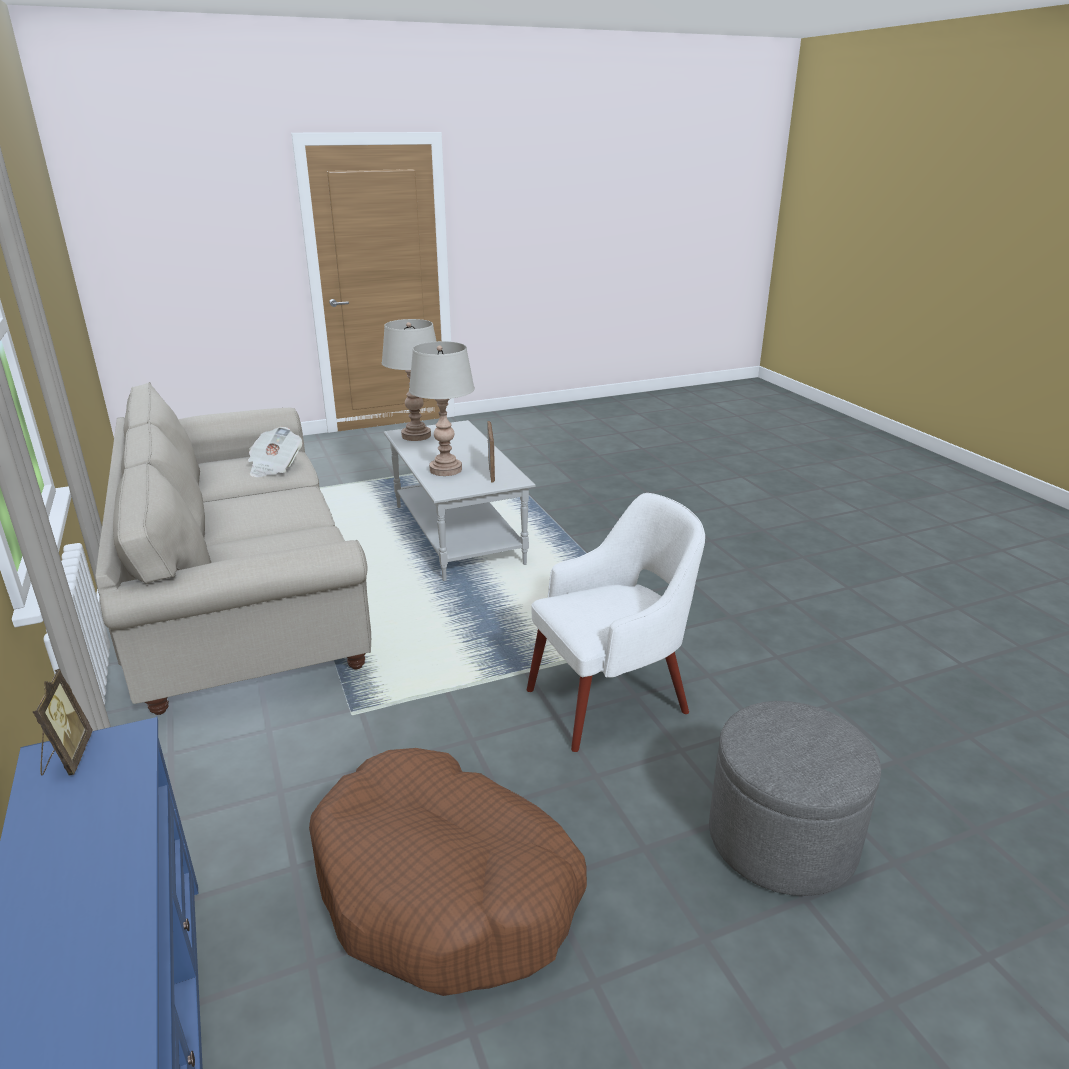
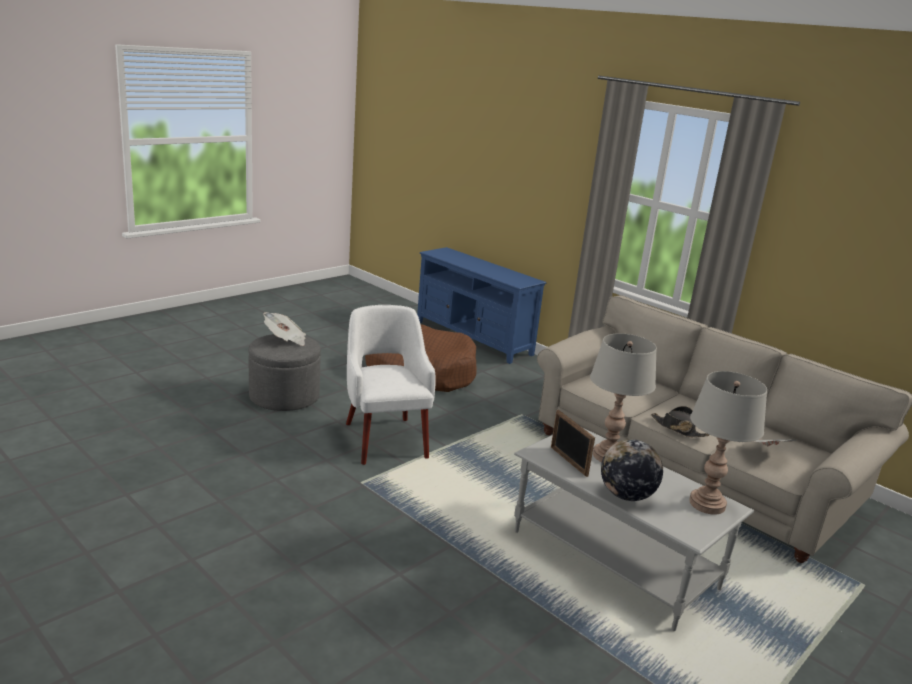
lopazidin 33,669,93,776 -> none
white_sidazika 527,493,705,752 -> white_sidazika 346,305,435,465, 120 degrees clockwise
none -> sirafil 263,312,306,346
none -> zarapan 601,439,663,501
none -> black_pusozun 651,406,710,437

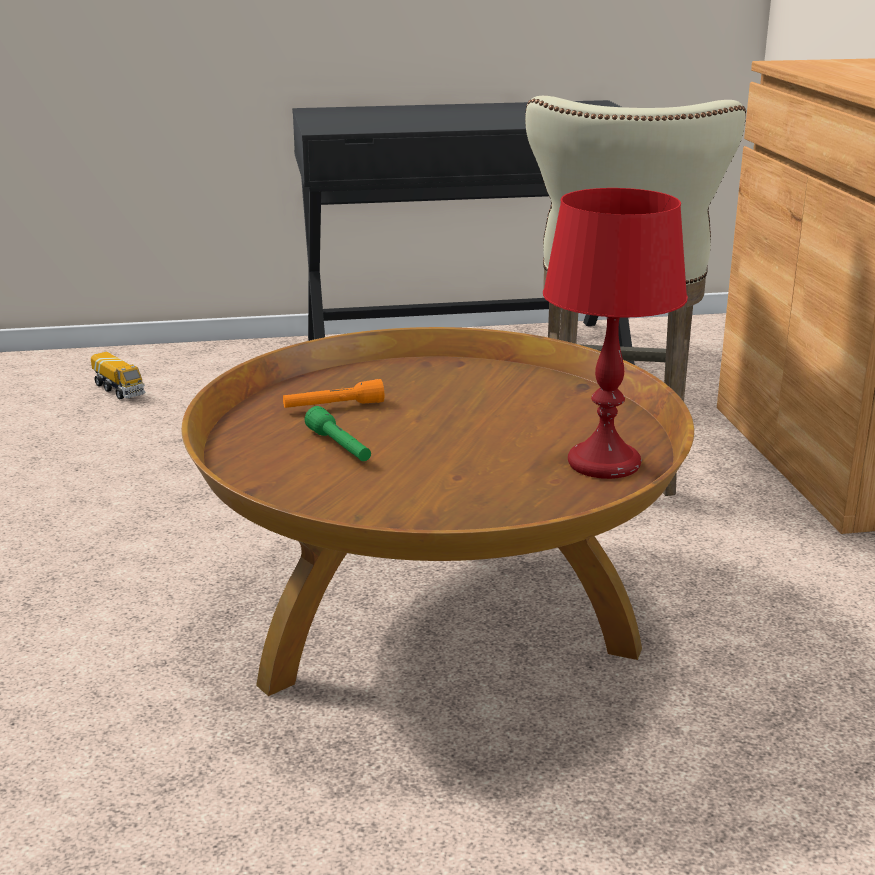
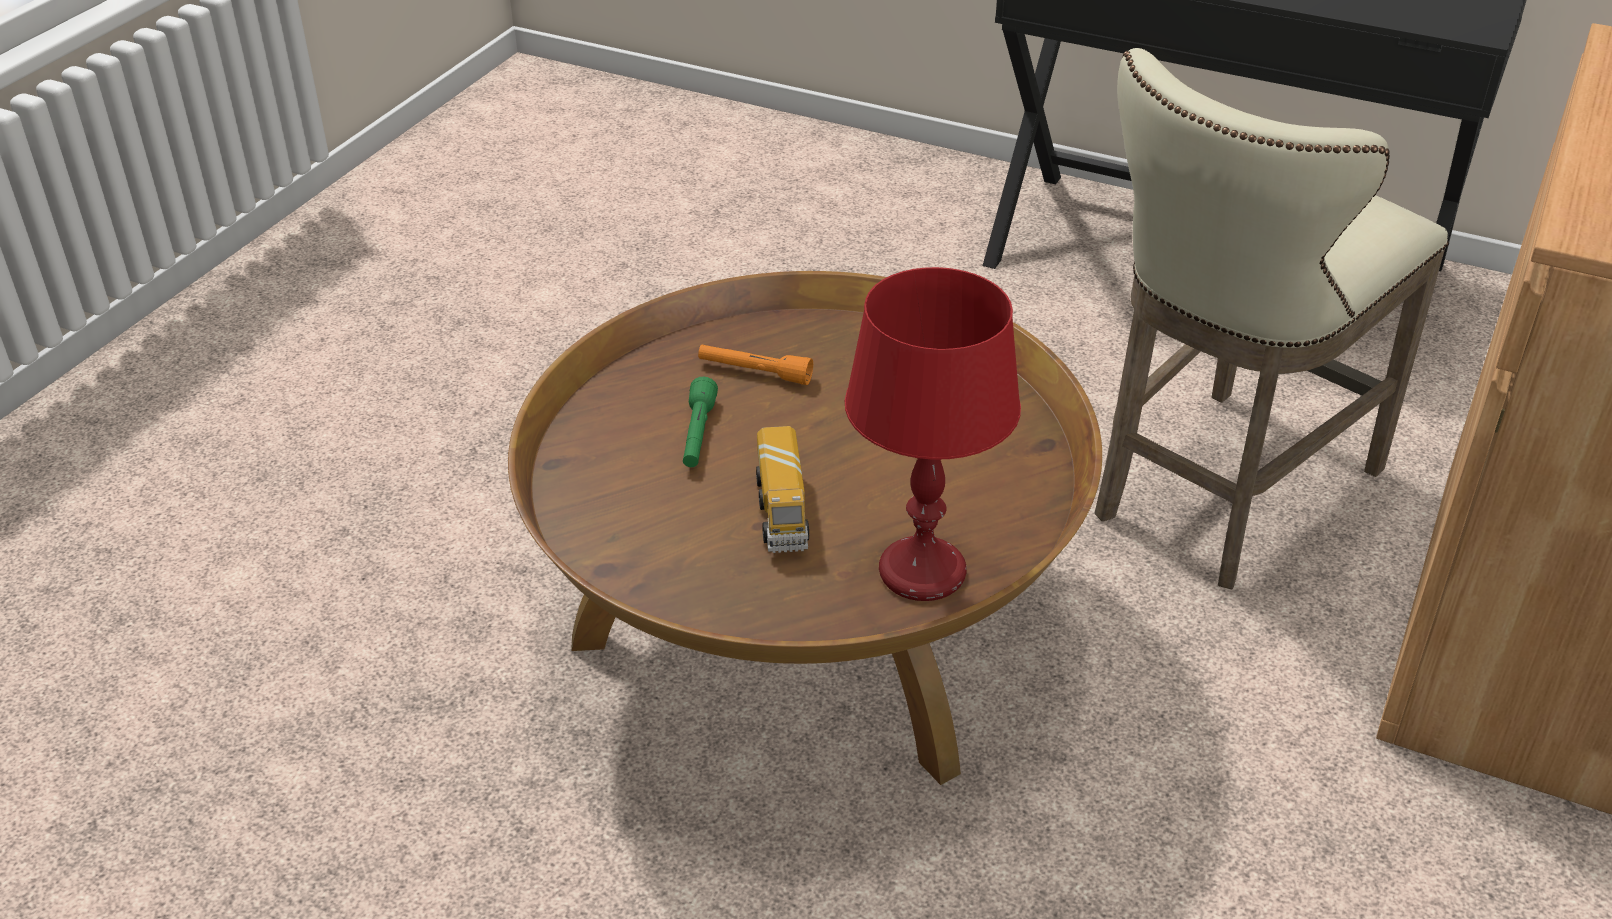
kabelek 91,352,145,399 -> kabelek 756,426,809,553, move

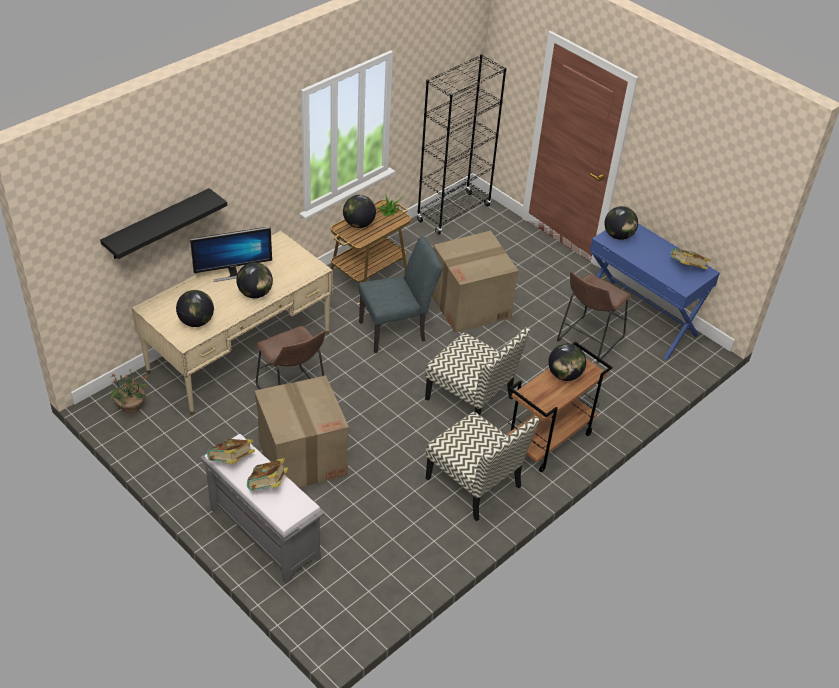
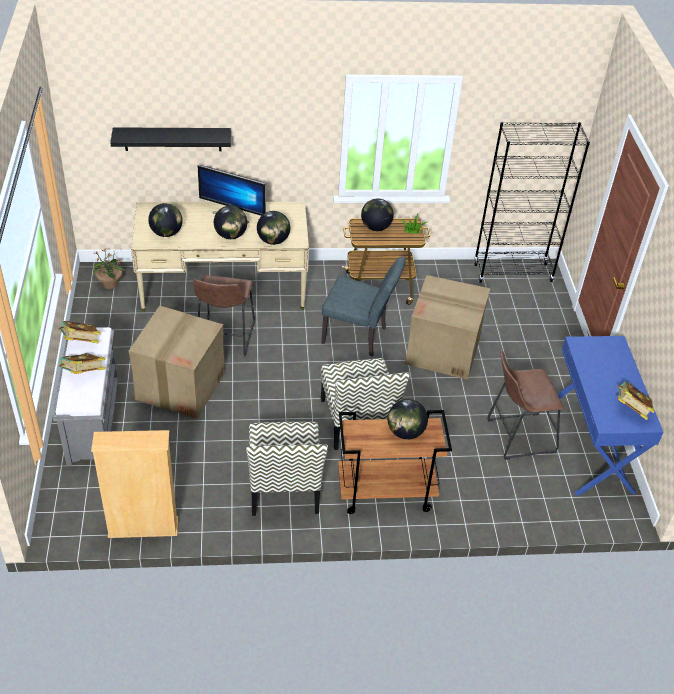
zarapan 605,206,638,240 -> zarapan 257,211,290,245, move
none -> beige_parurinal 91,430,178,538

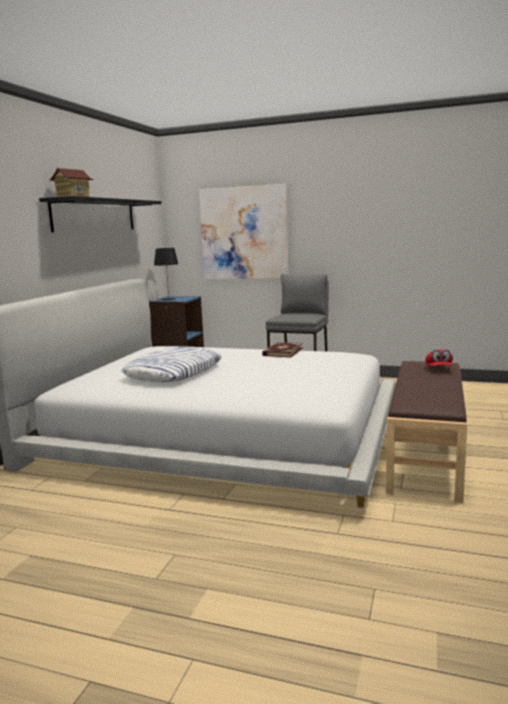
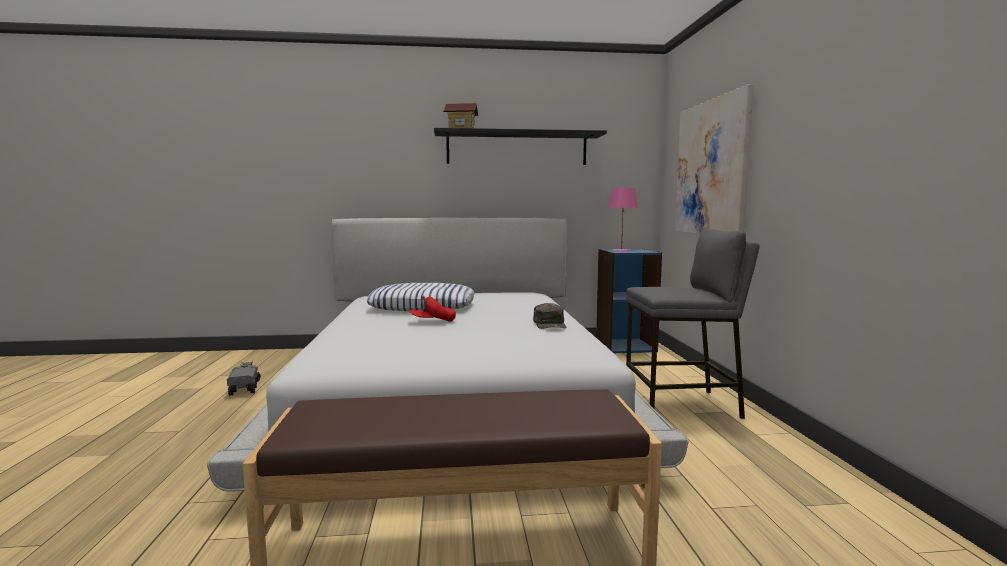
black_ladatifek 154,248,178,300 -> pink_ladatifek 608,188,638,251
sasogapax 262,342,303,358 -> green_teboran 533,303,566,329
red_teboran 425,349,453,366 -> red_teboran 409,295,456,322, move
none -> kabelek 227,362,261,396

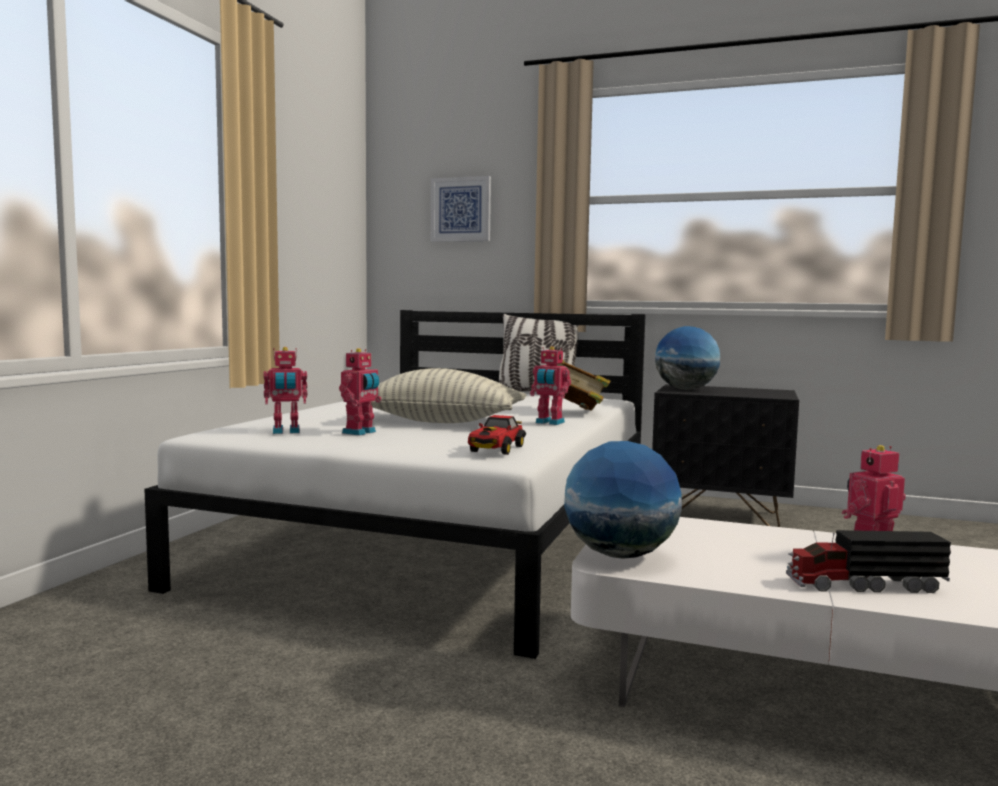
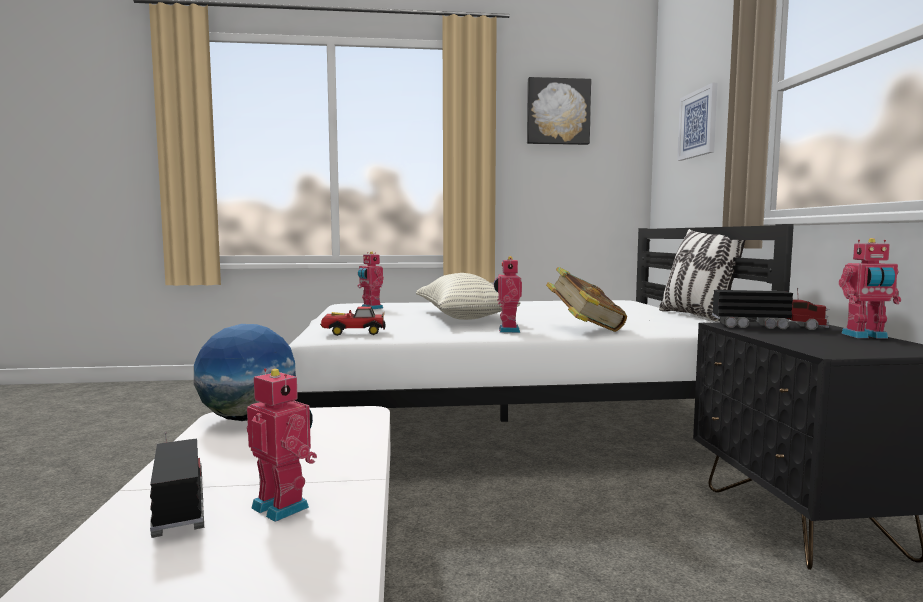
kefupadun 339,348,382,436 -> kefupadun 839,238,901,339, move
zarapan 655,326,720,390 -> kabelek 712,288,829,330
none -> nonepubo 527,77,591,145

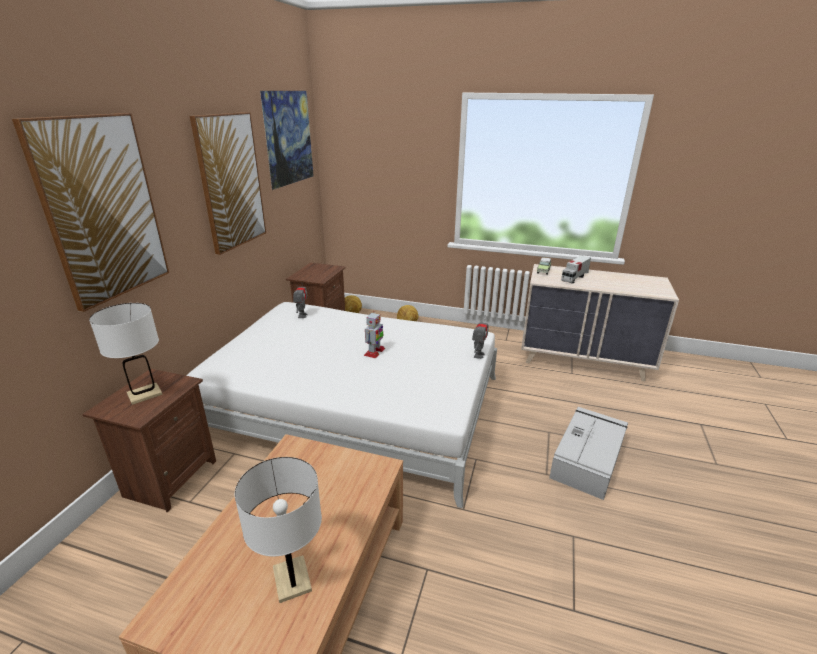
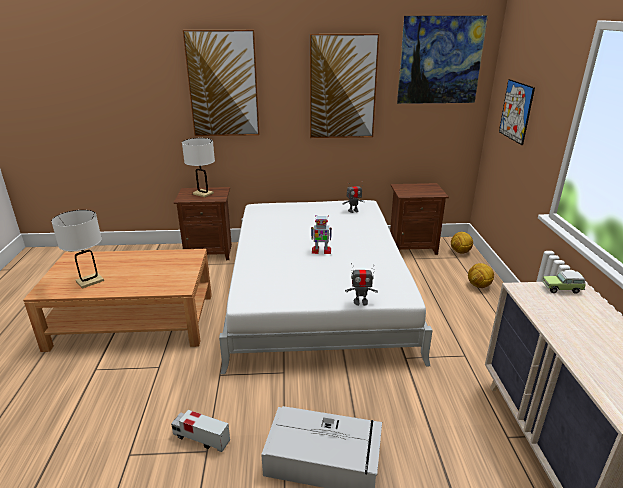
kabelek 561,255,591,284 -> kabelek 171,410,230,452, move
none -> nonepubo 499,79,535,145

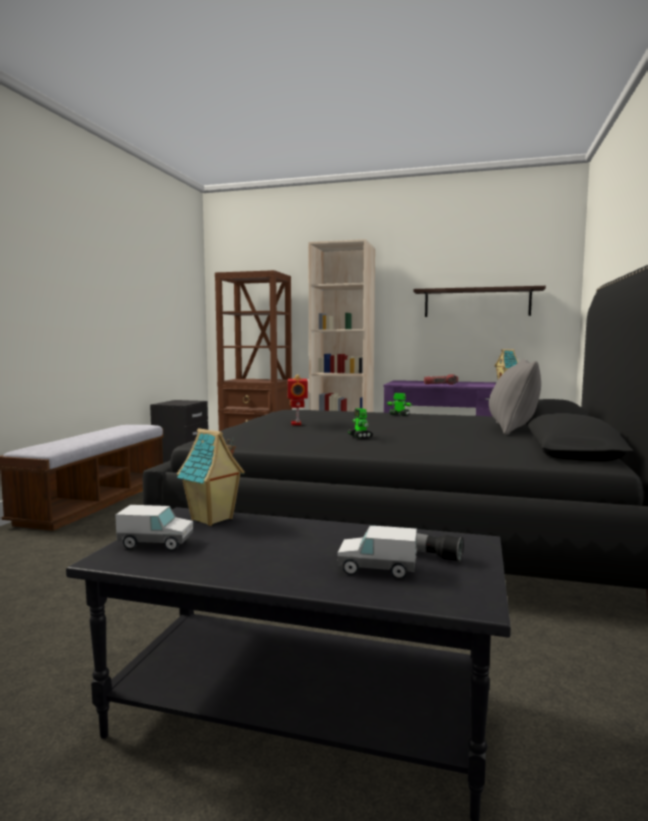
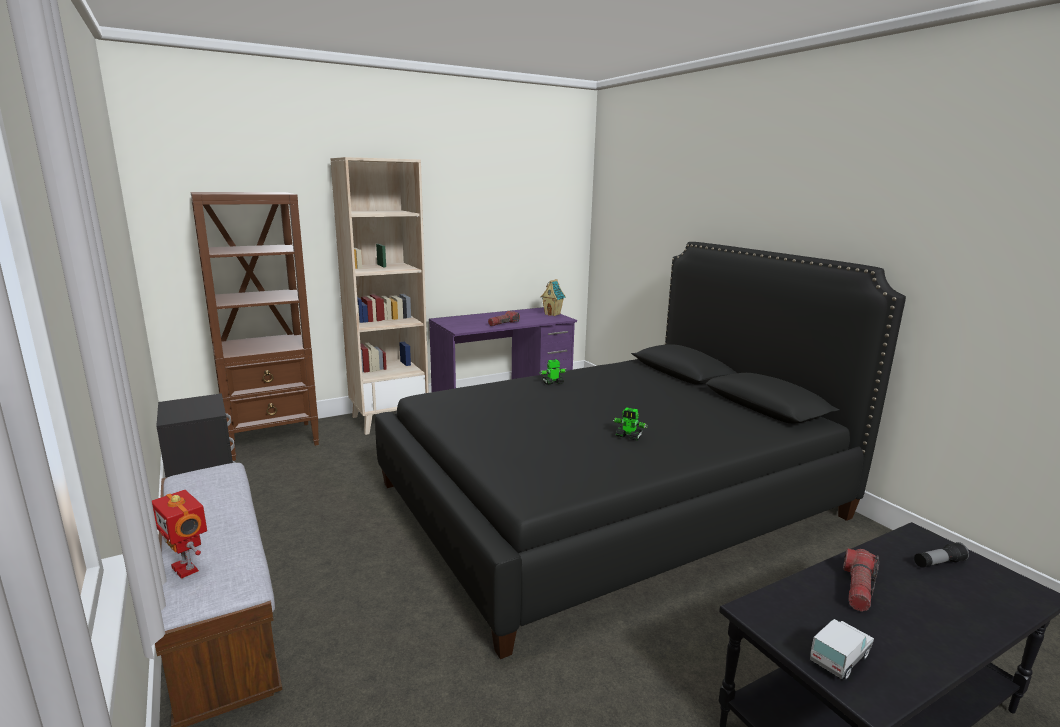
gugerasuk 177,428,245,526 -> none
kefupadun 287,374,308,425 -> kefupadun 152,490,207,579, move
kabelek 338,526,417,579 -> none
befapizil 413,286,546,317 -> none
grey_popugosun 489,359,541,435 -> none
none -> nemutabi 843,548,879,611

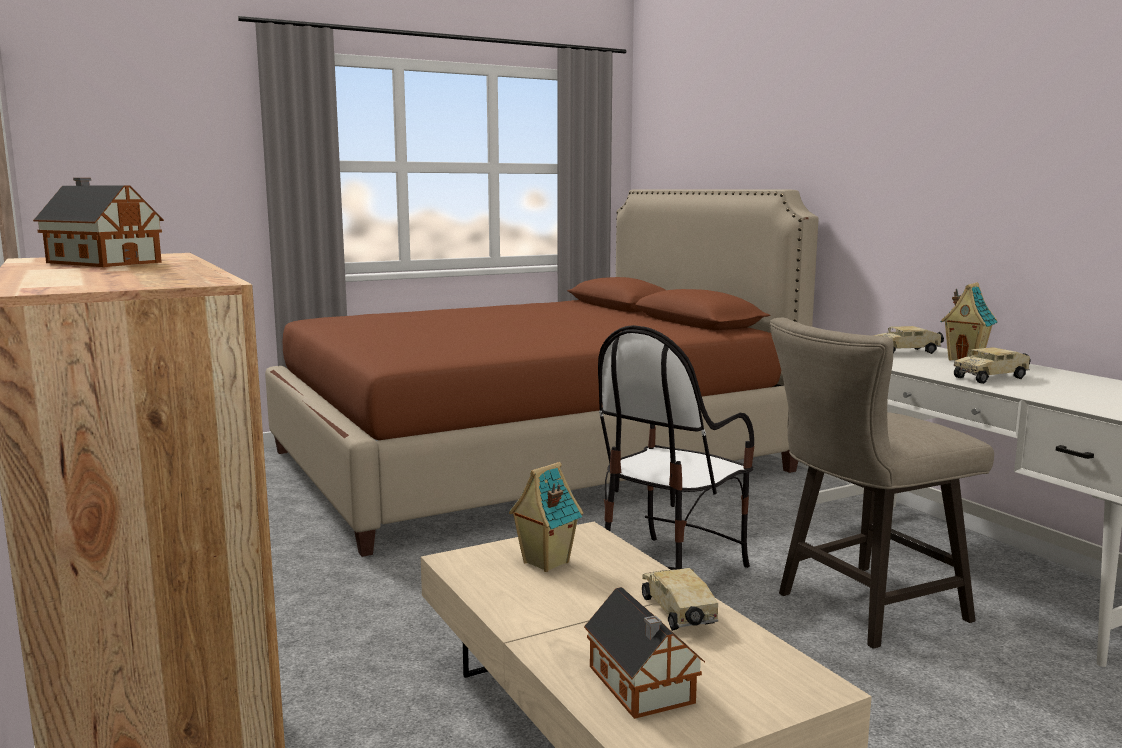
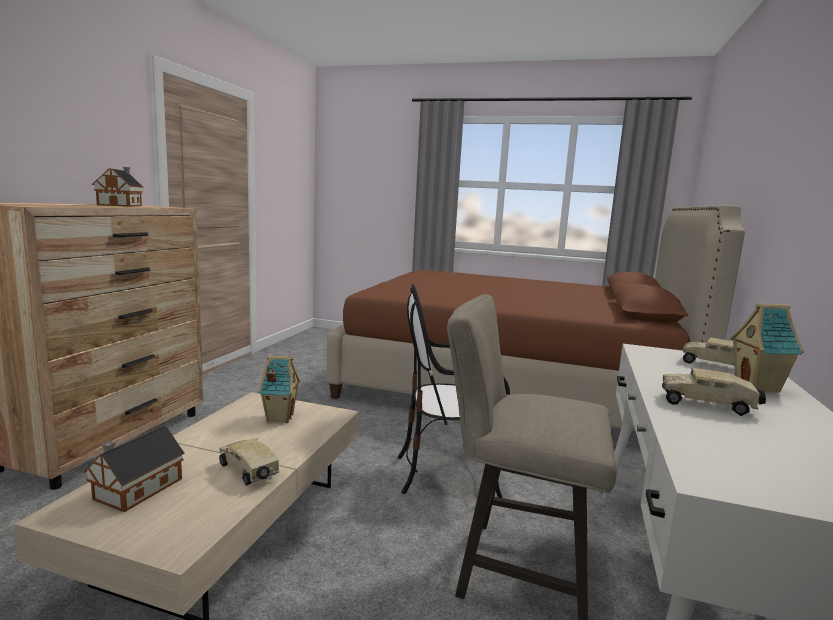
kabelek 642,568,718,631 -> kabelek 219,438,279,486, 75 degrees counterclockwise

